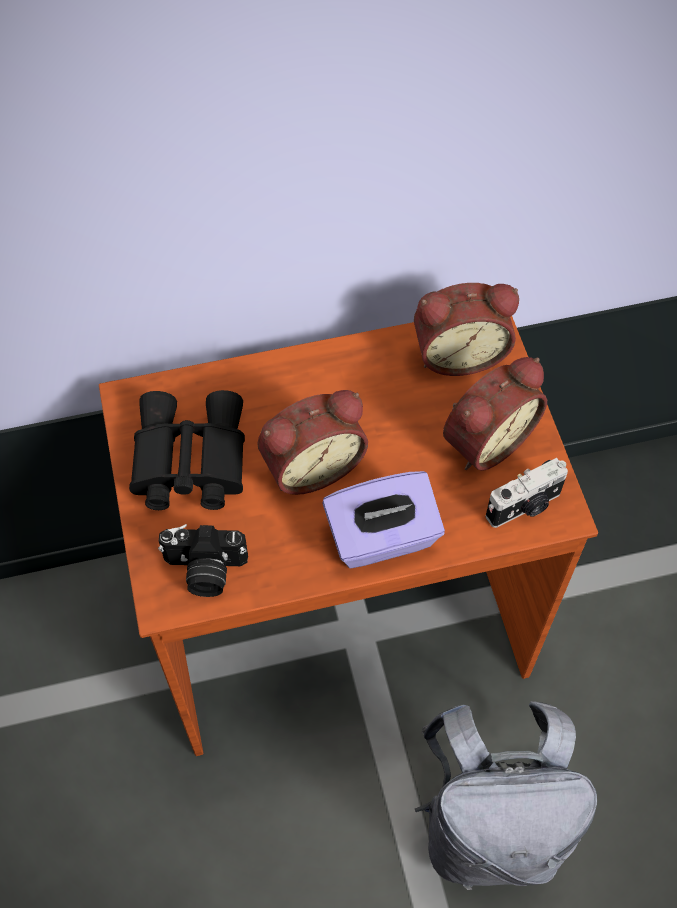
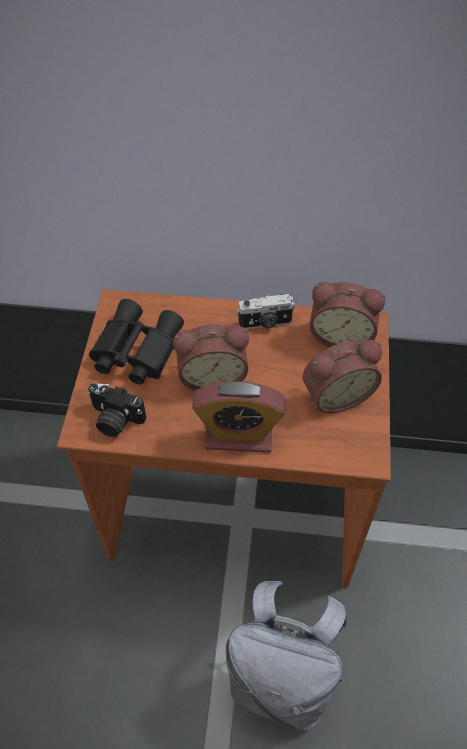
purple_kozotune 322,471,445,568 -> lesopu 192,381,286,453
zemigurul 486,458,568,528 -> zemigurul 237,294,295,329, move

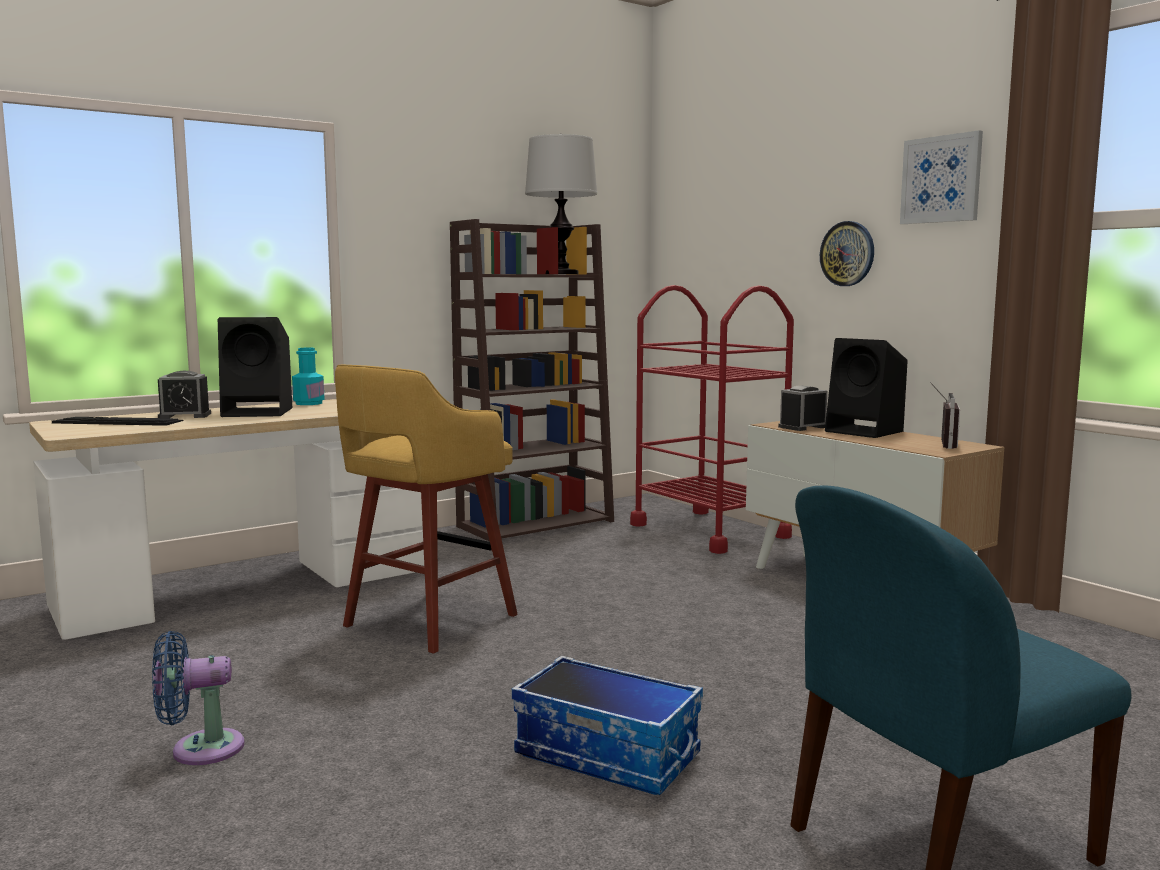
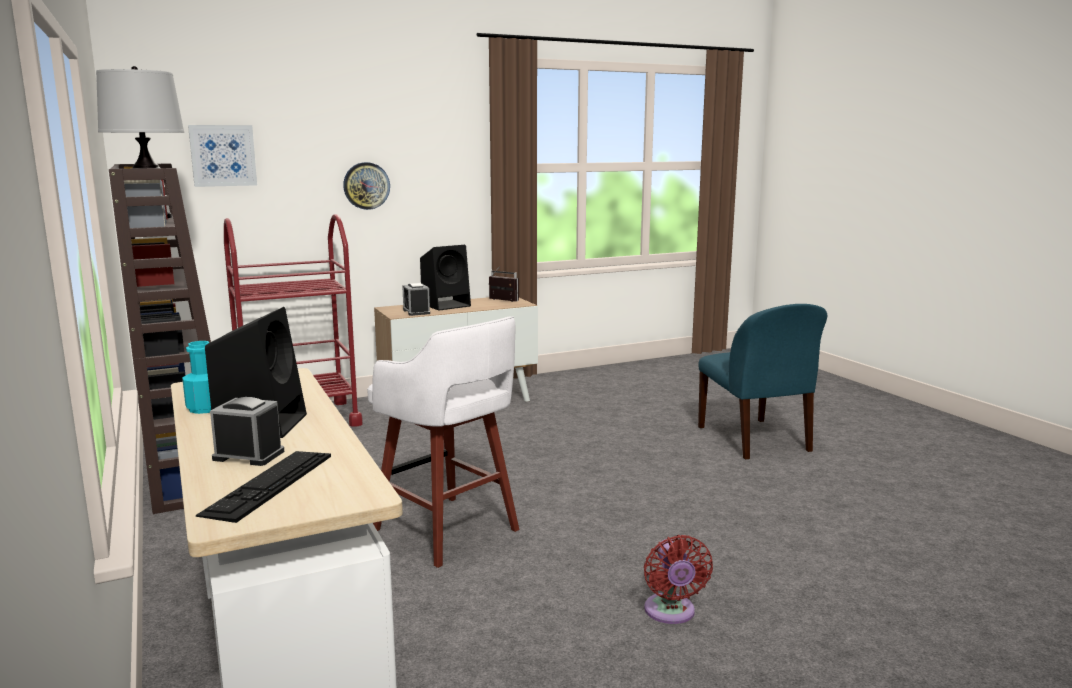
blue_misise 152,631,244,765 -> red_misise 644,535,713,624
lesopu 158,371,211,418 -> lesopu 210,397,284,466, 75 degrees counterclockwise
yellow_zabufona 335,365,518,654 -> white_zabufona 367,316,519,568
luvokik 512,656,703,795 -> none
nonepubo 900,130,983,224 -> nonepubo 188,125,257,187, move

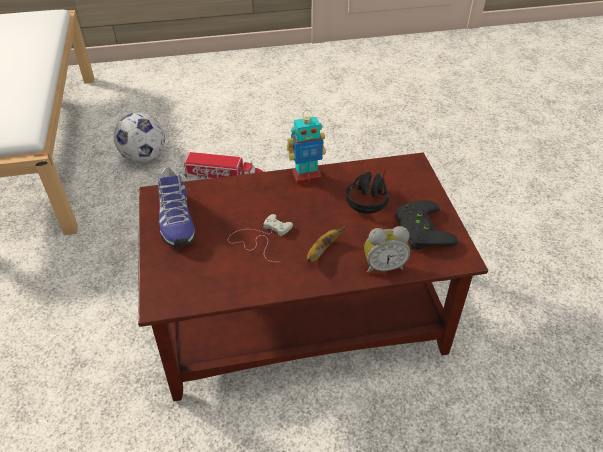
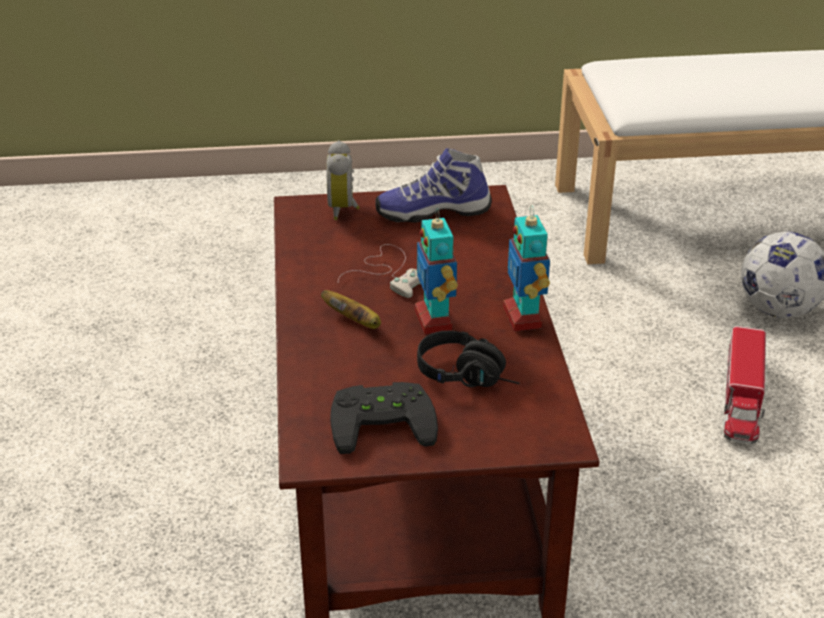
lesopu 364,226,410,273 -> lesopu 327,140,360,220, move
none -> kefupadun 415,208,458,335

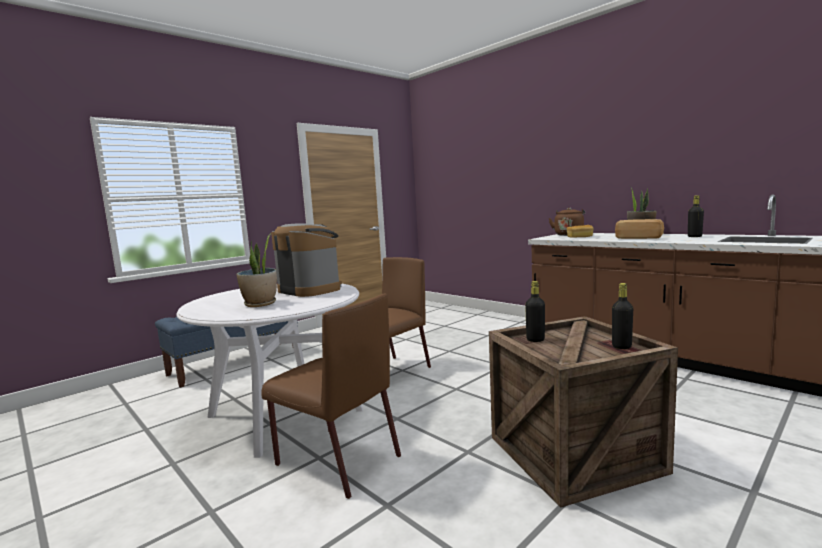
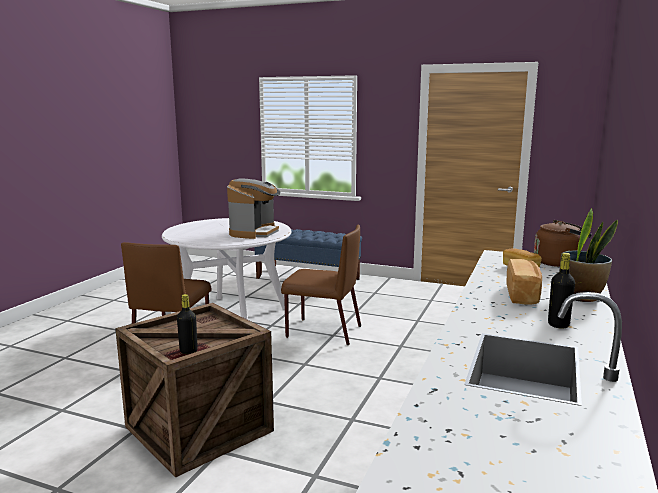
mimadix 236,234,277,307 -> none
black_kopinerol 525,281,545,342 -> none

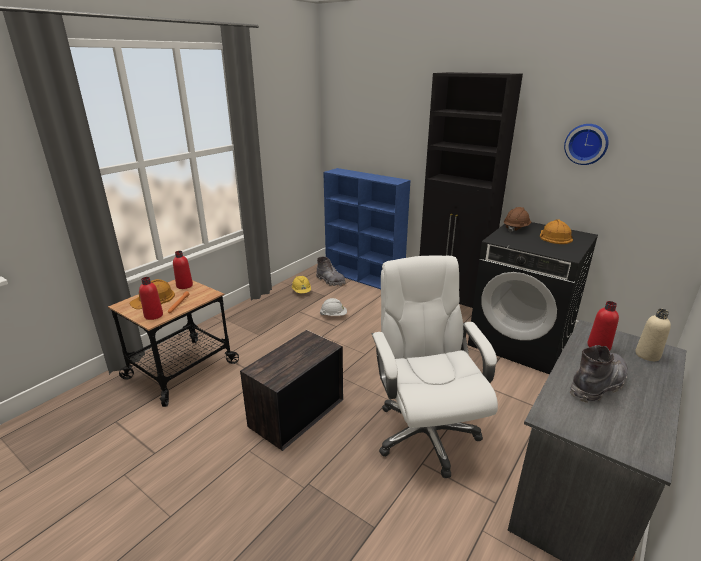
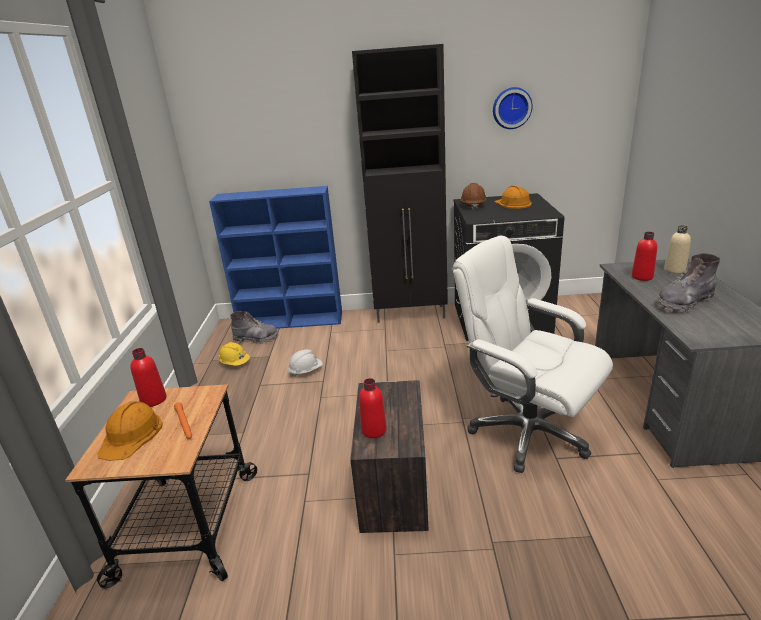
red_kopinerol 139,277,163,320 -> red_kopinerol 359,378,387,438, move
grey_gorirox 570,345,628,403 -> grey_gorirox 658,253,720,313, 135 degrees counterclockwise

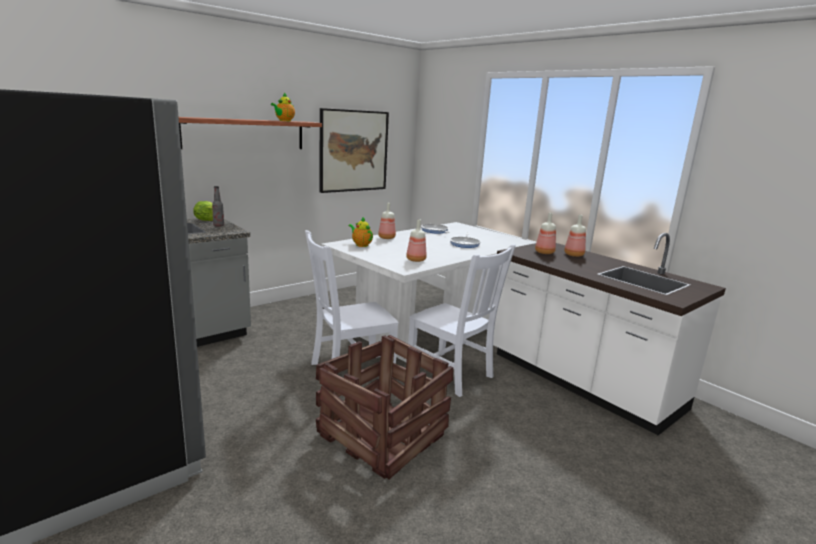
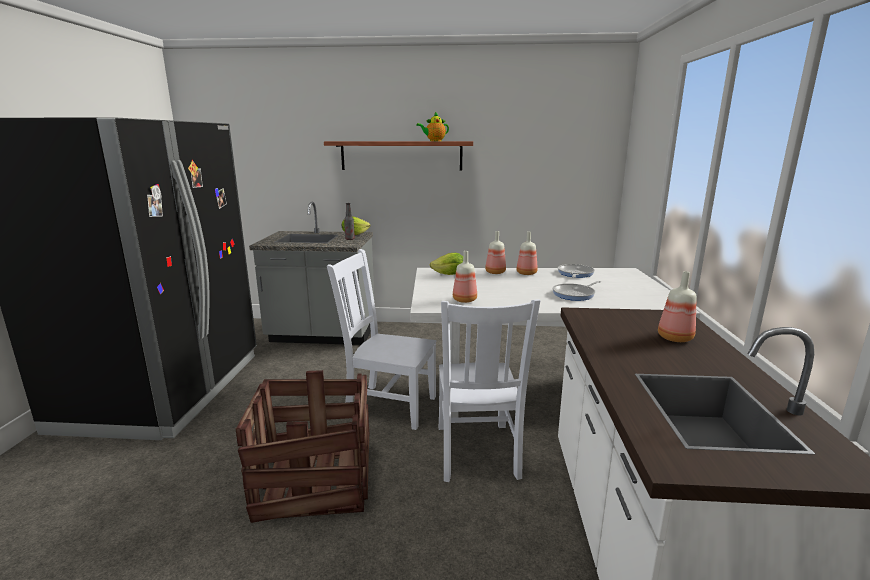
nonepubo 320,108,389,193 -> none
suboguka 348,217,373,247 -> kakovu 430,253,463,275
kopinerol 535,213,556,254 -> kopinerol 517,232,538,275, move

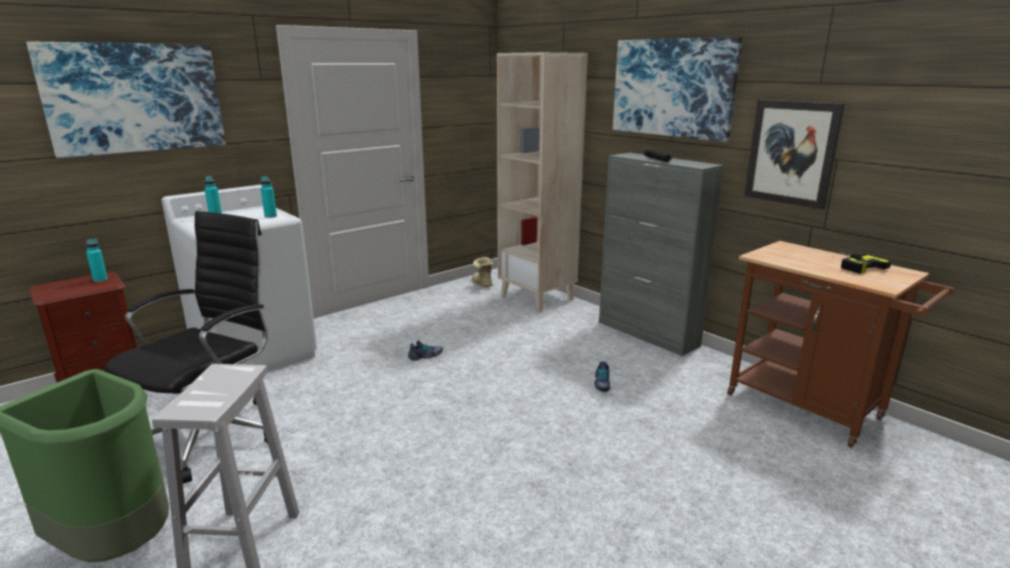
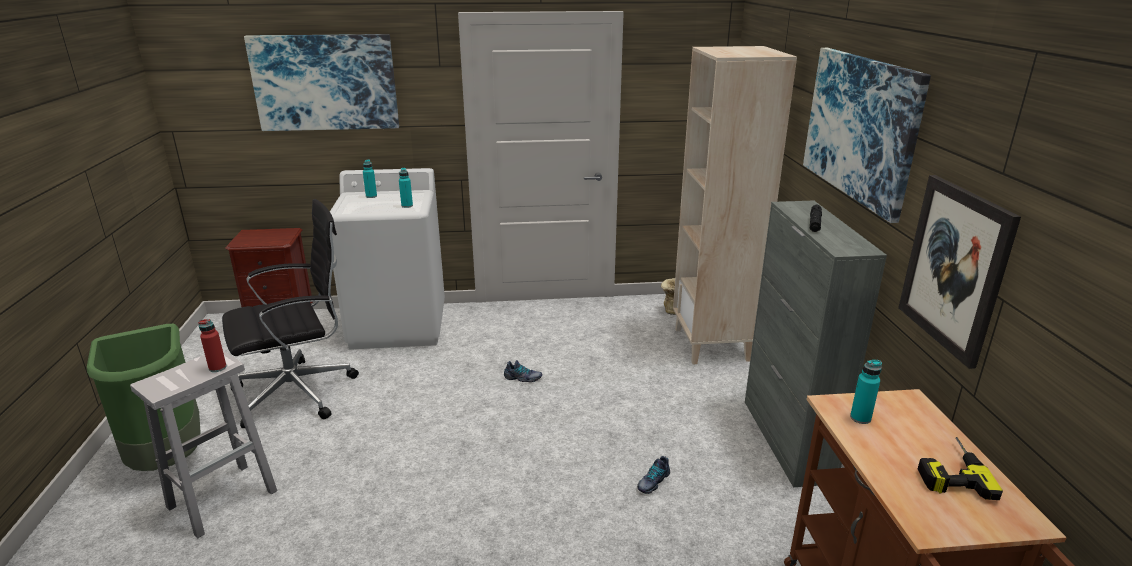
turquoise_kopinerol 86,239,108,282 -> turquoise_kopinerol 850,360,882,424, move
none -> red_kopinerol 198,319,227,372

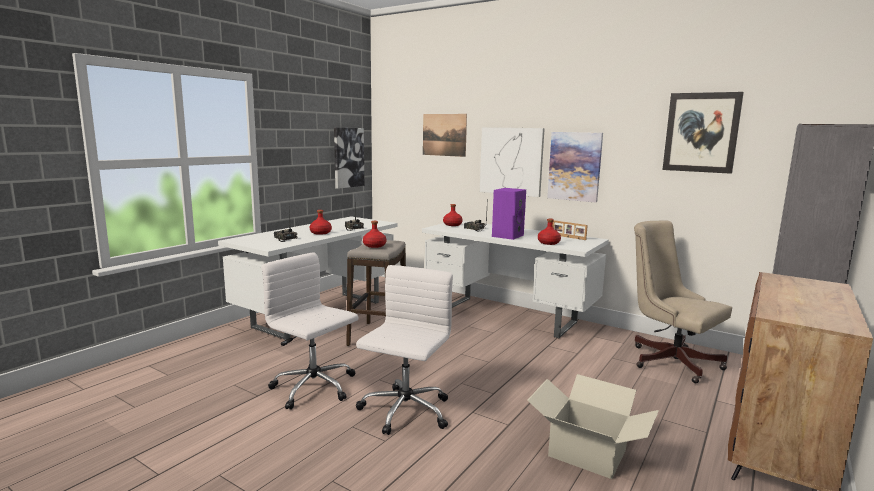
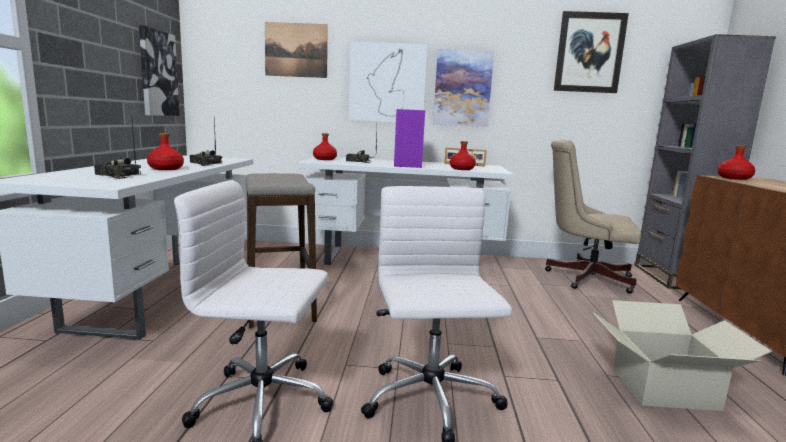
red_kopinerol 363,221,387,248 -> red_kopinerol 717,145,755,180, move

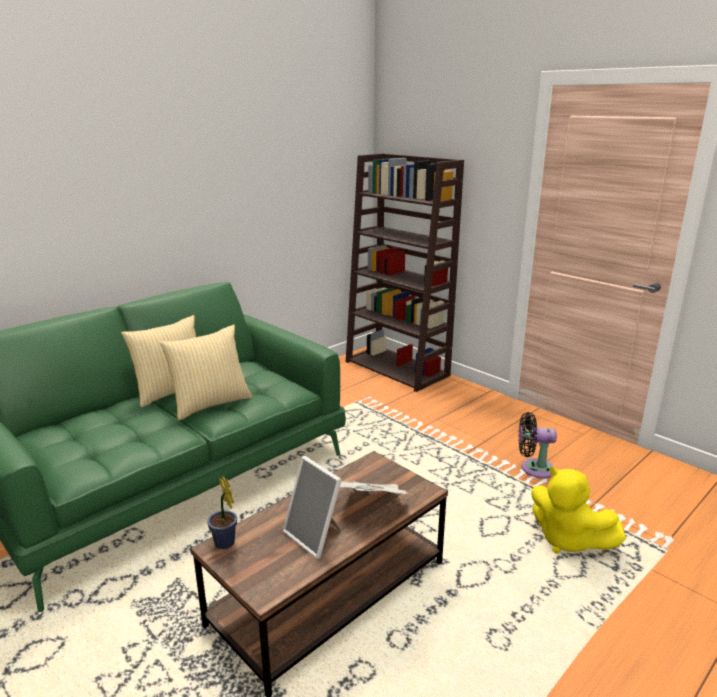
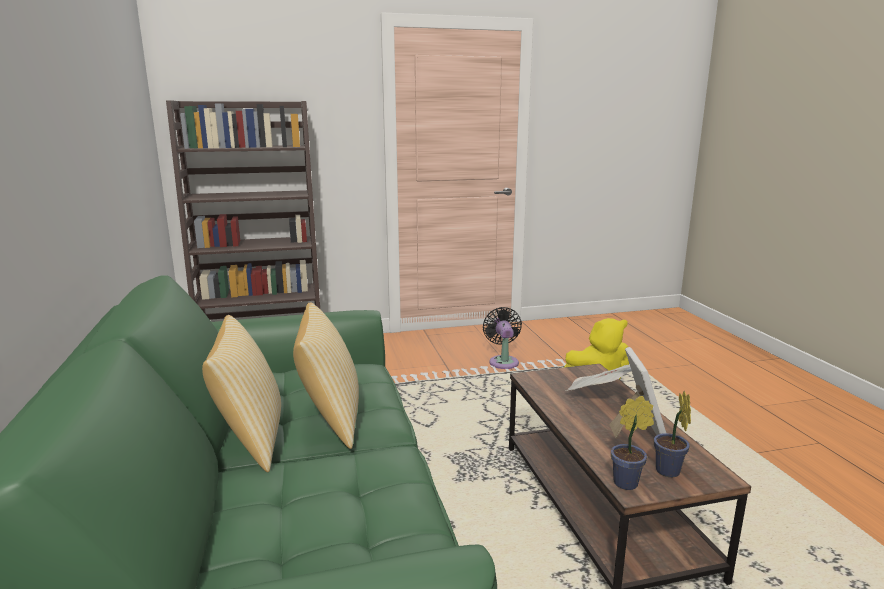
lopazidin 283,456,342,559 -> lopazidin 609,347,666,438, 75 degrees counterclockwise
black_misise 519,412,557,479 -> black_misise 483,307,522,369, 135 degrees clockwise
none -> mimadix 654,391,691,477

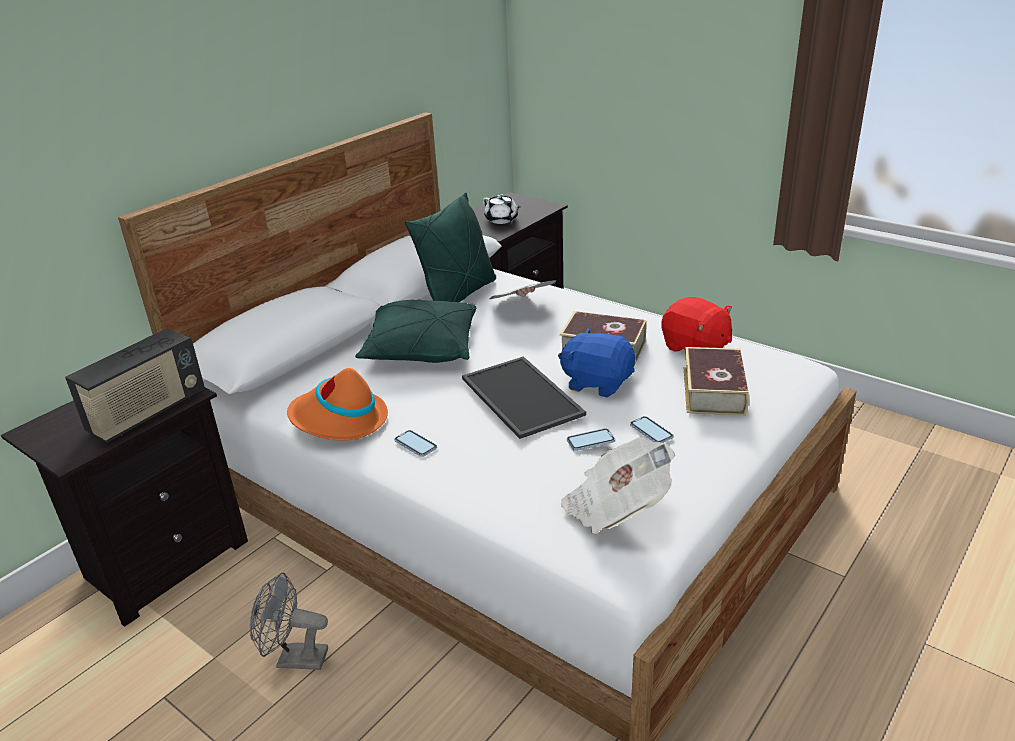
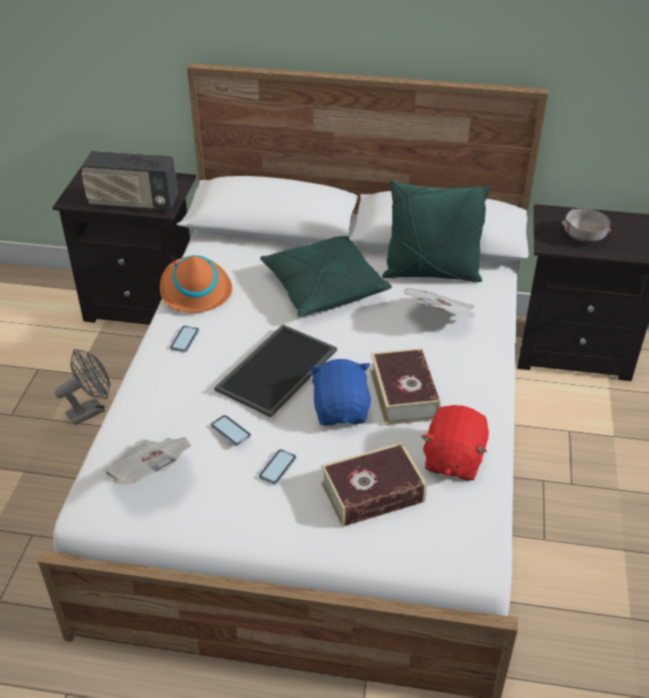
grey_misise 250,572,328,670 -> grey_misise 55,349,110,425, 75 degrees clockwise
white_suboguka 483,194,521,224 -> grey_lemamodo 562,208,611,243

